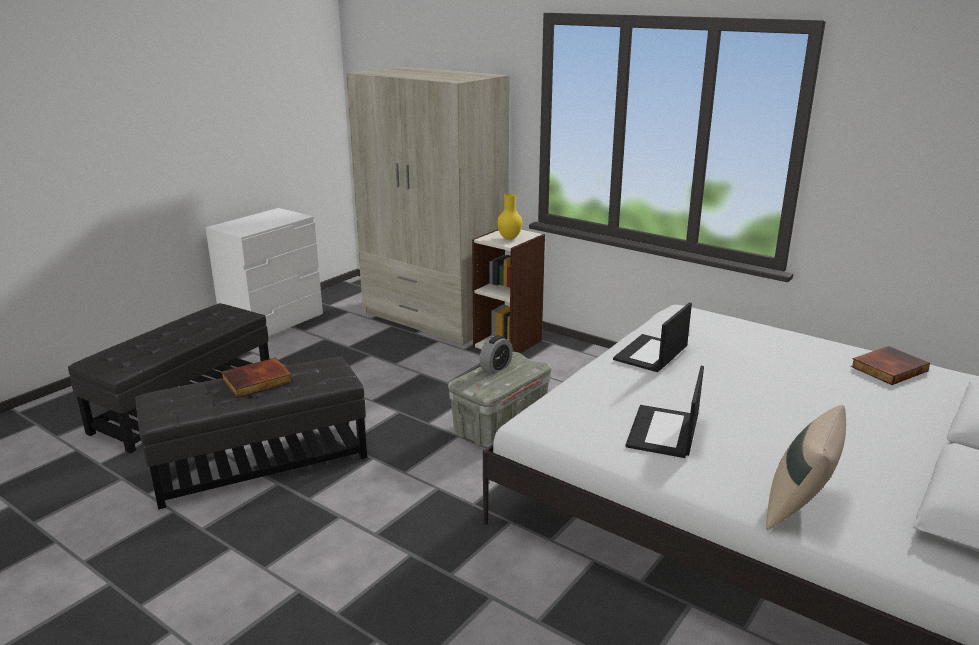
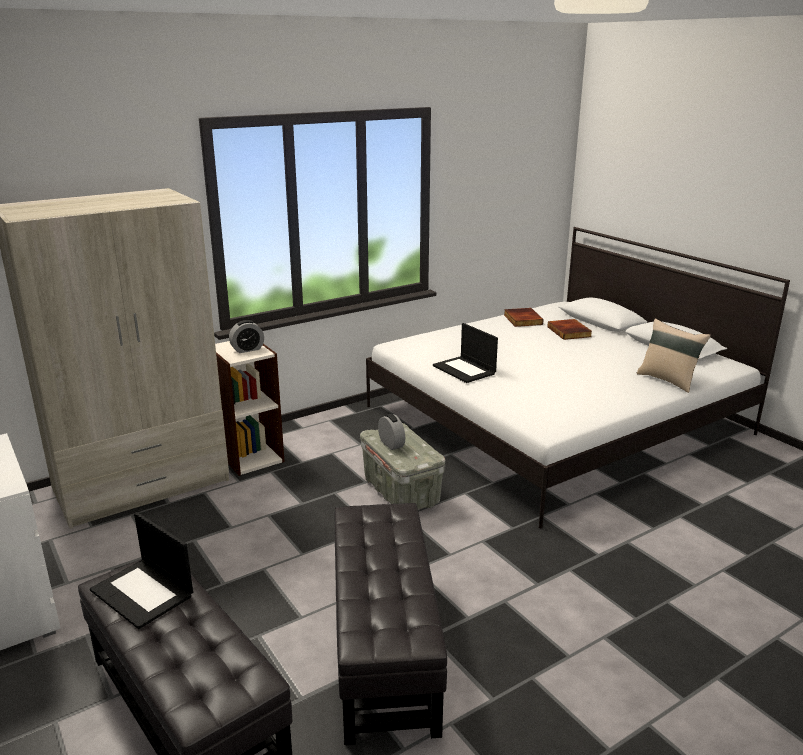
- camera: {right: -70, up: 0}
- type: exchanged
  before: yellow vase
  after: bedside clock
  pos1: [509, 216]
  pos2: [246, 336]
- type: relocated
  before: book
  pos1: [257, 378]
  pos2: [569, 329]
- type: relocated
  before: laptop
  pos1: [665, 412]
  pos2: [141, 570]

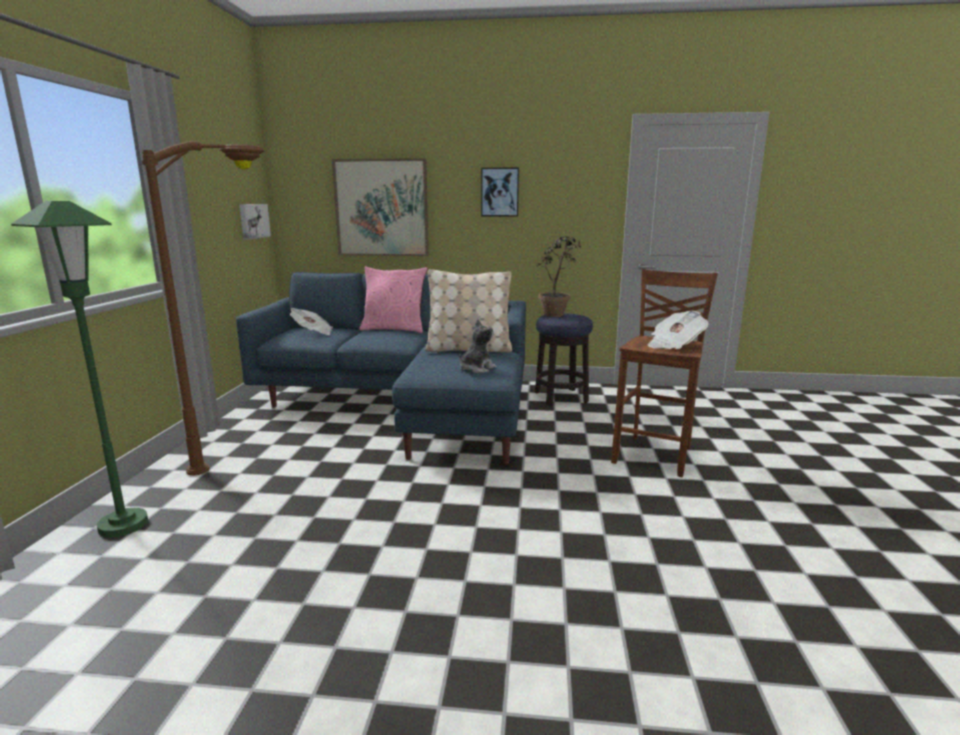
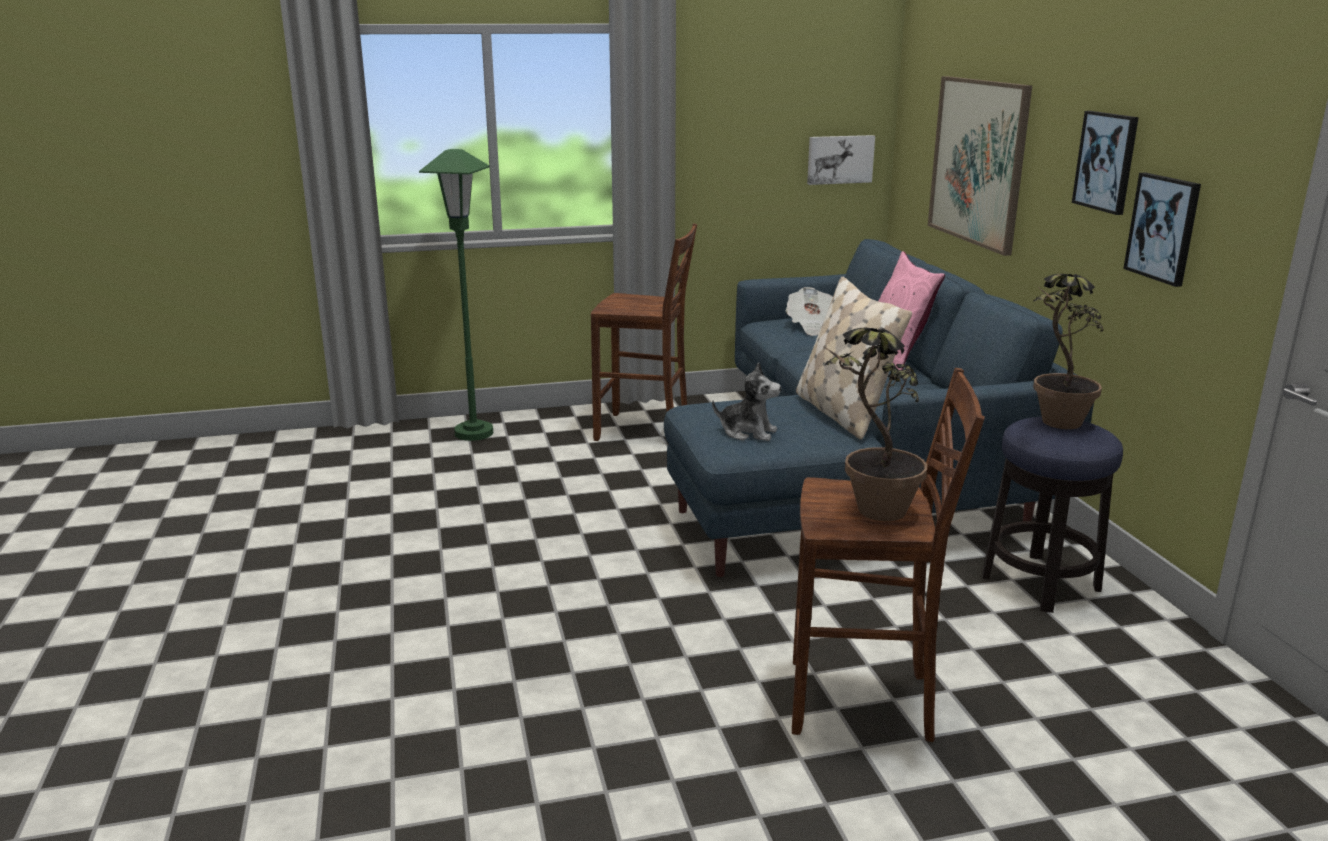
- camera: {right: 70, up: 5}
- type: exchanged
  before: brown standard lamp
  after: brown stool
  pos1: [203, 308]
  pos2: [644, 332]
- type: exchanged
  before: printed paper
  after: potted plant
  pos1: [678, 330]
  pos2: [874, 424]
- type: appeared
  after: picture
  pos2: [1162, 230]

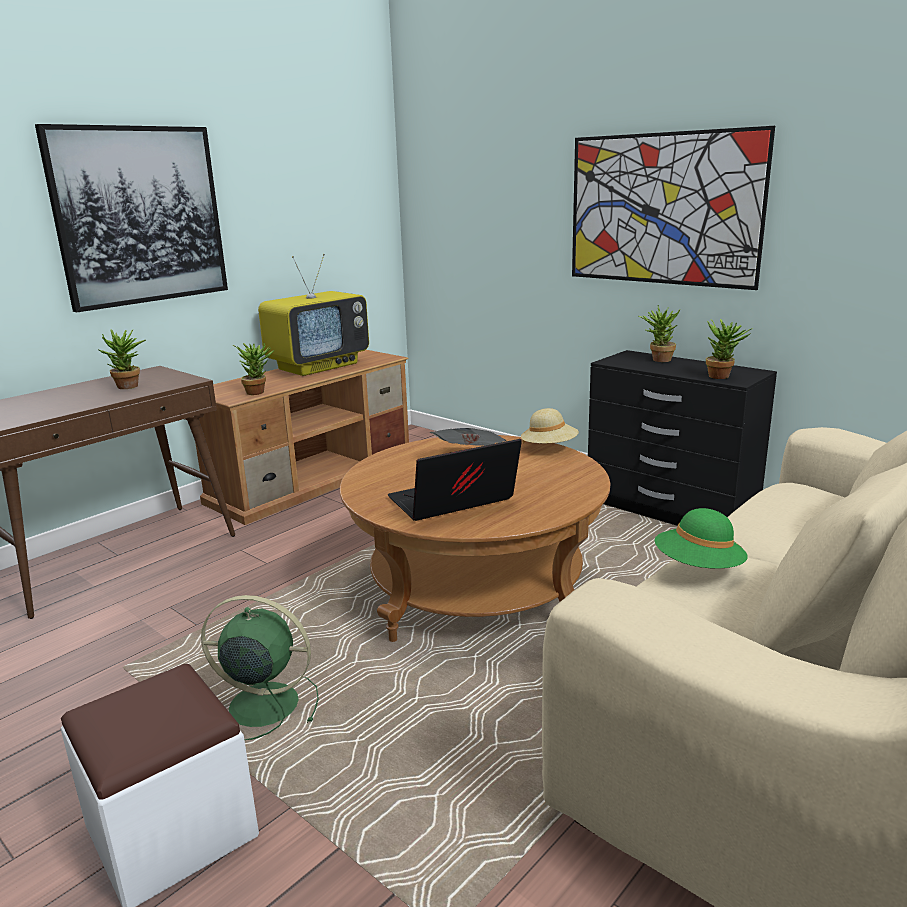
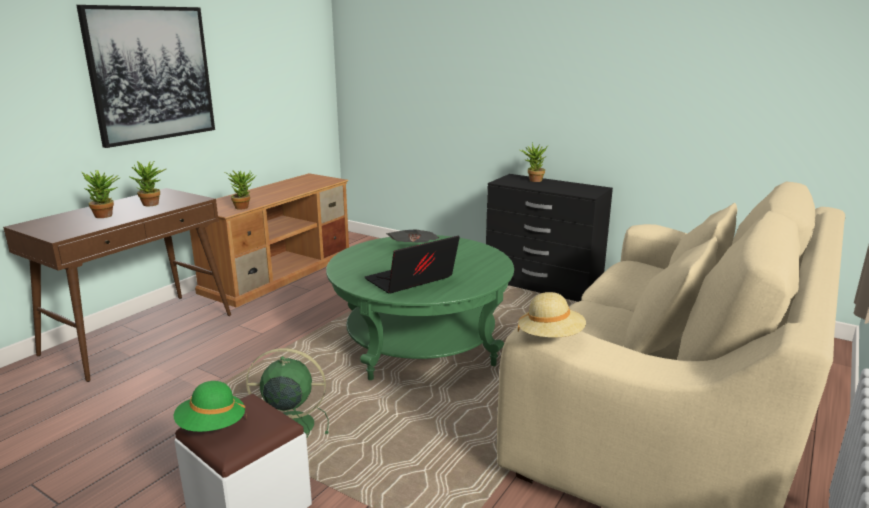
- camera: {right: -10, up: 0}
- type: missing
  before: picture
  pos1: [673, 208]
- type: missing
  before: TV set
  pos1: [313, 315]
- type: relocated
  before: potted plant
  pos1: [729, 349]
  pos2: [100, 194]
- type: relocated
  before: beige hat
  pos1: [550, 426]
  pos2: [552, 315]
- type: colour
  before: brown low table
  after: green low table
  pos1: [475, 538]
  pos2: [420, 307]
- type: relocated
  before: green hat
  pos1: [700, 538]
  pos2: [210, 406]

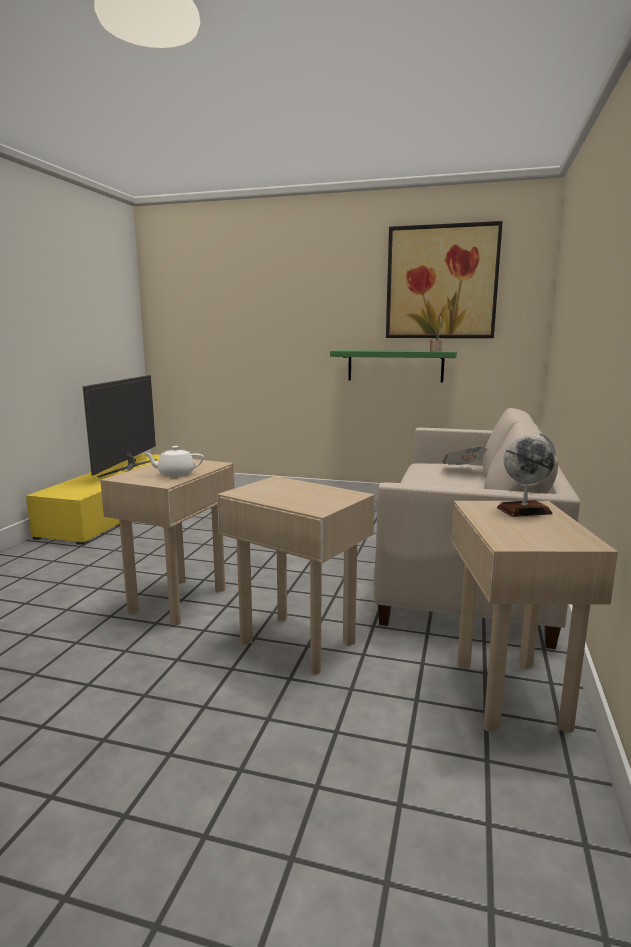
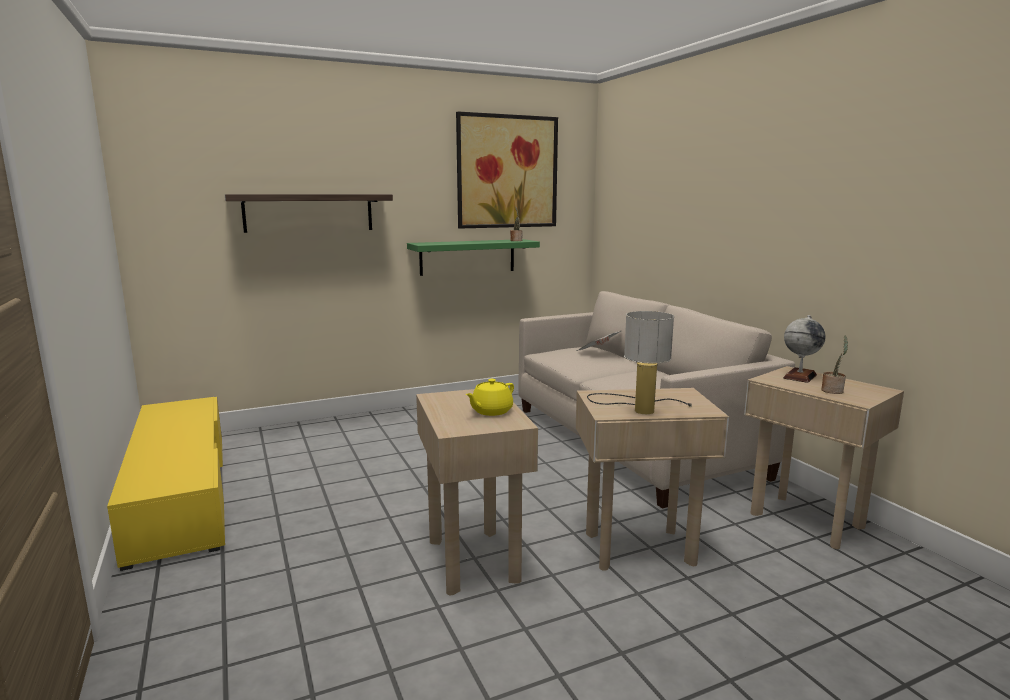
- camera: {right: -40, up: 0}
- type: missing
  before: TV set
  pos1: [120, 426]
- type: colour
  before: white-coloured teapot
  after: yellow teapot
  pos1: [174, 461]
  pos2: [489, 397]
- type: appeared
  after: bracket shelf
  pos2: [309, 213]
- type: appeared
  after: lamp for a table
  pos2: [639, 362]
- type: appeared
  after: potted plant
  pos2: [834, 365]

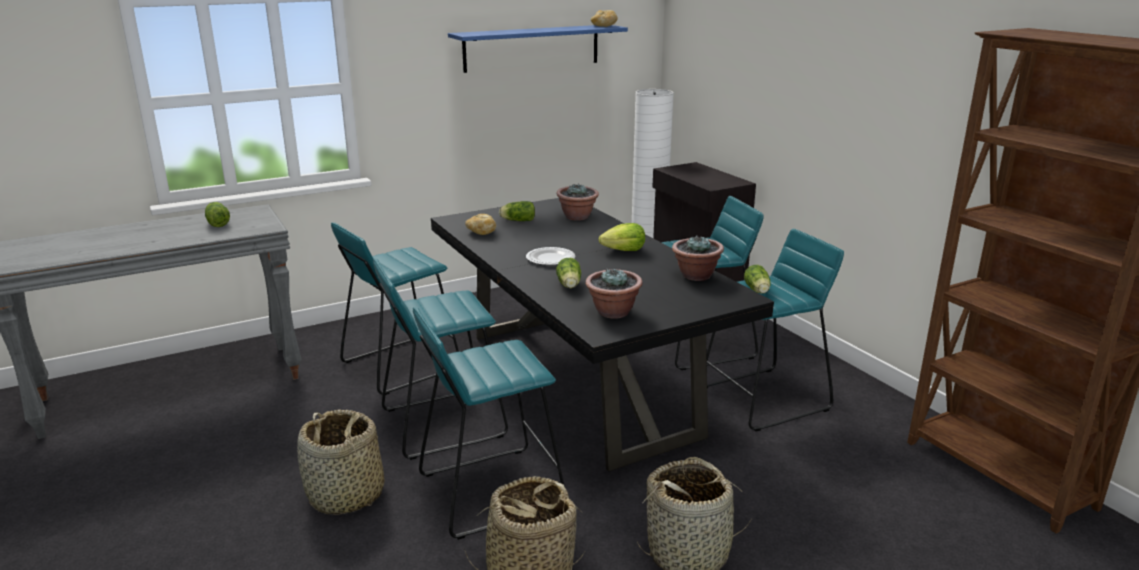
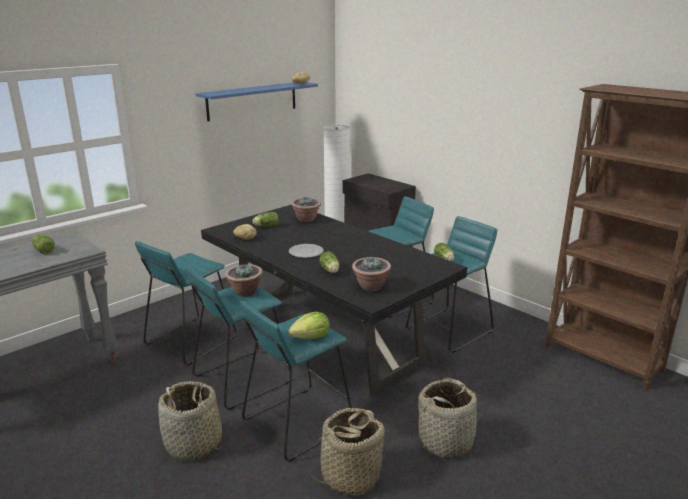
- camera: {right: -15, up: 0}
- type: relocated
  before: lettuce head
  pos1: [622, 237]
  pos2: [309, 325]
- type: relocated
  before: potted plant
  pos1: [698, 258]
  pos2: [244, 280]

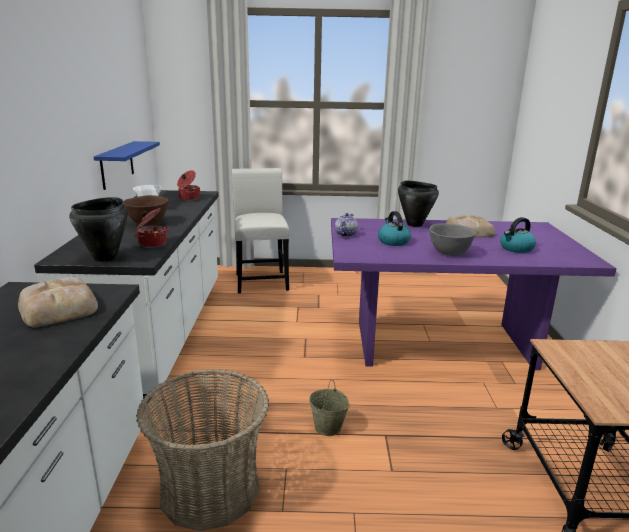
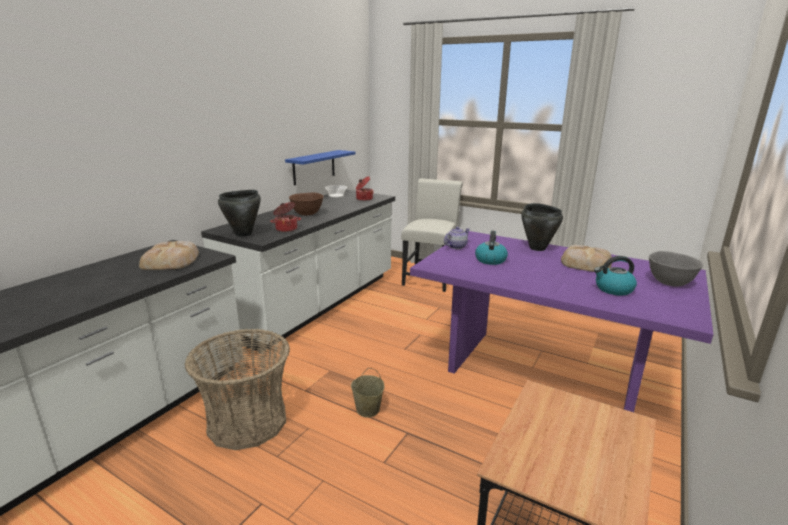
- camera: {right: 30, up: 0}
- type: relocated
  before: grey serving bowl
  pos1: [452, 240]
  pos2: [676, 269]

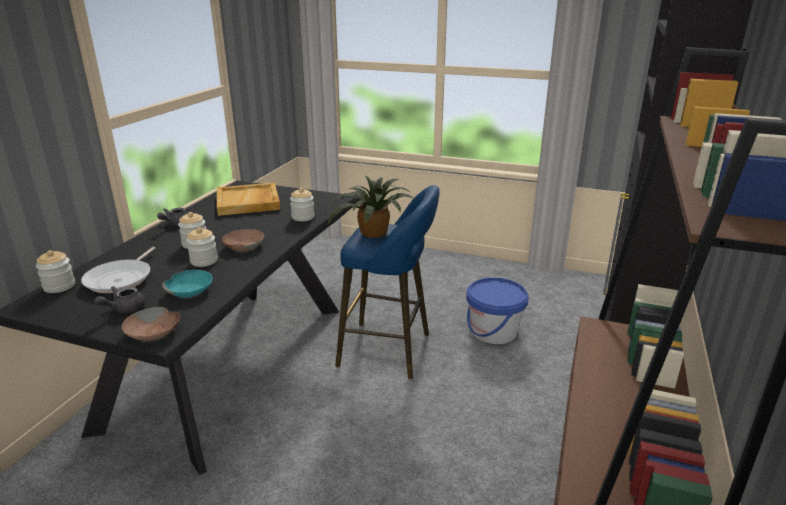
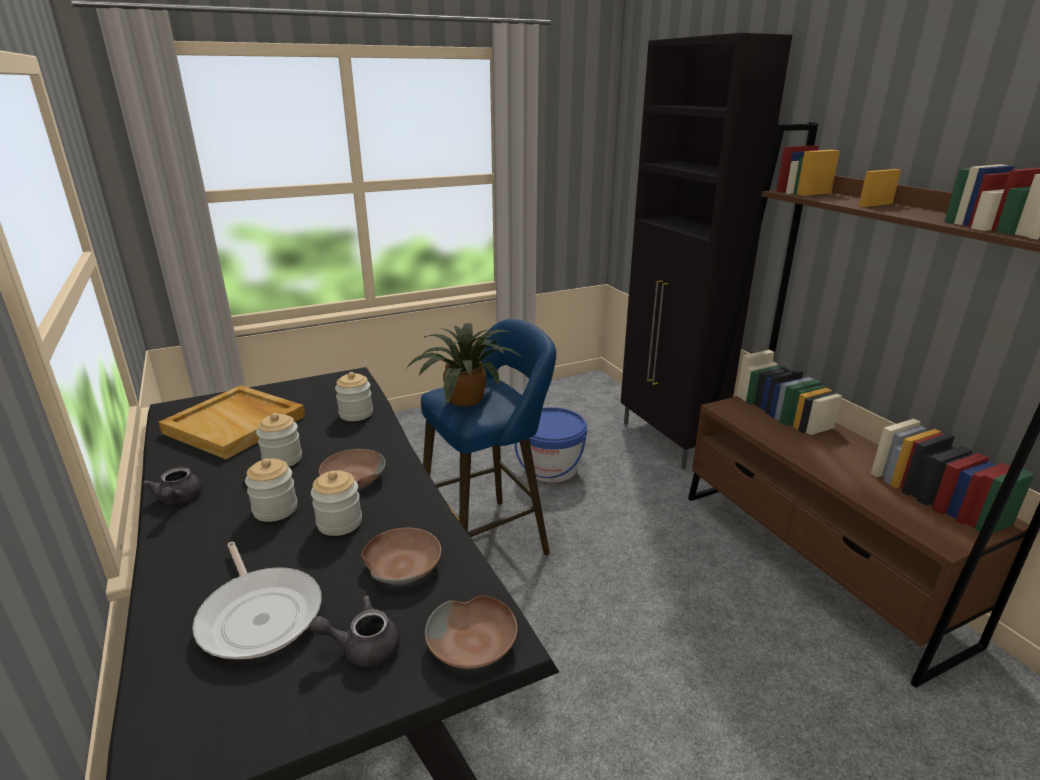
- camera: {right: -45, up: 0}
- type: relocated
  before: storage jar
  pos1: [55, 271]
  pos2: [279, 440]
- type: colour
  before: blue-green serving bowl
  after: brown serving bowl
  pos1: [187, 283]
  pos2: [401, 556]
- type: spun
  before: grey teapot
  pos1: [120, 299]
  pos2: [354, 631]
  turn: 90

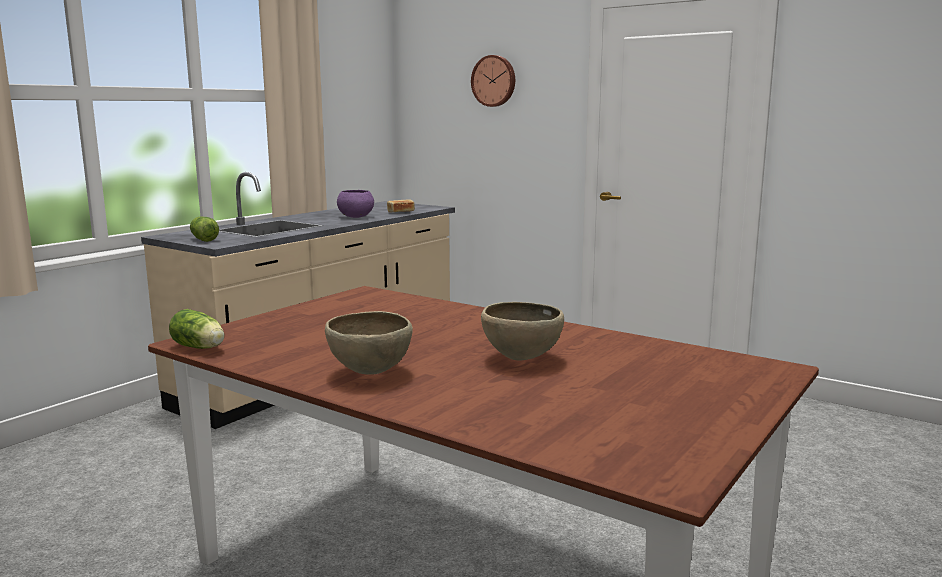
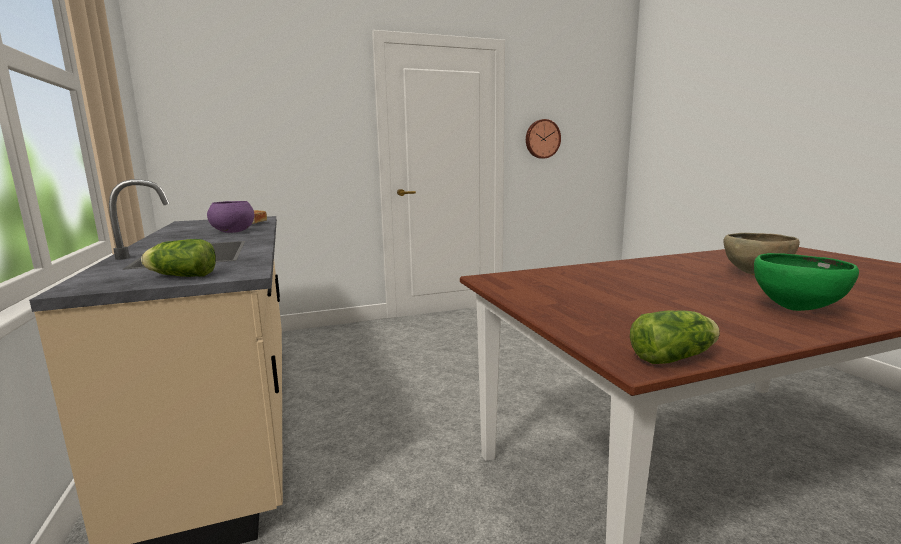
- camera: {right: -55, up: 0}
- type: relocated
  before: wall clock
  pos1: [493, 81]
  pos2: [543, 139]
- type: colour
  before: brown serving bowl
  after: green serving bowl
  pos1: [369, 343]
  pos2: [806, 282]

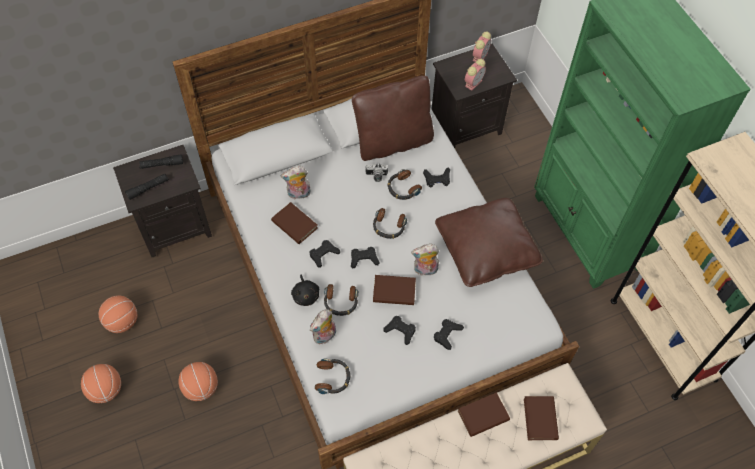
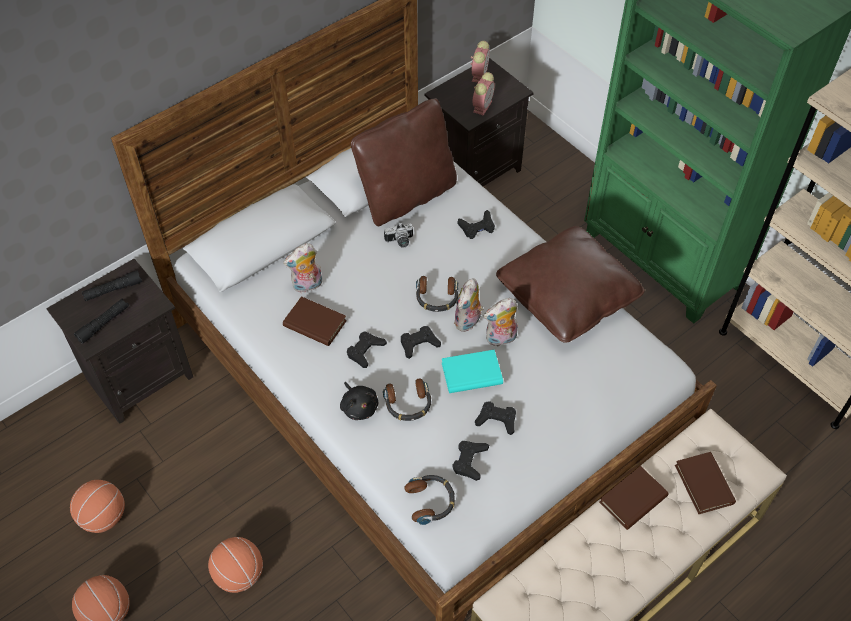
- camera: {right: -15, up: -5}
- type: missing
  before: headphones
  pos1: [405, 184]
- type: colour
  before: brown book
  after: blue-green book
  pos1: [394, 290]
  pos2: [472, 371]
- type: relocated
  before: plush toy
  pos1: [323, 326]
  pos2: [470, 305]
- type: relocated
  before: black joypad
  pos1: [449, 334]
  pos2: [470, 461]

